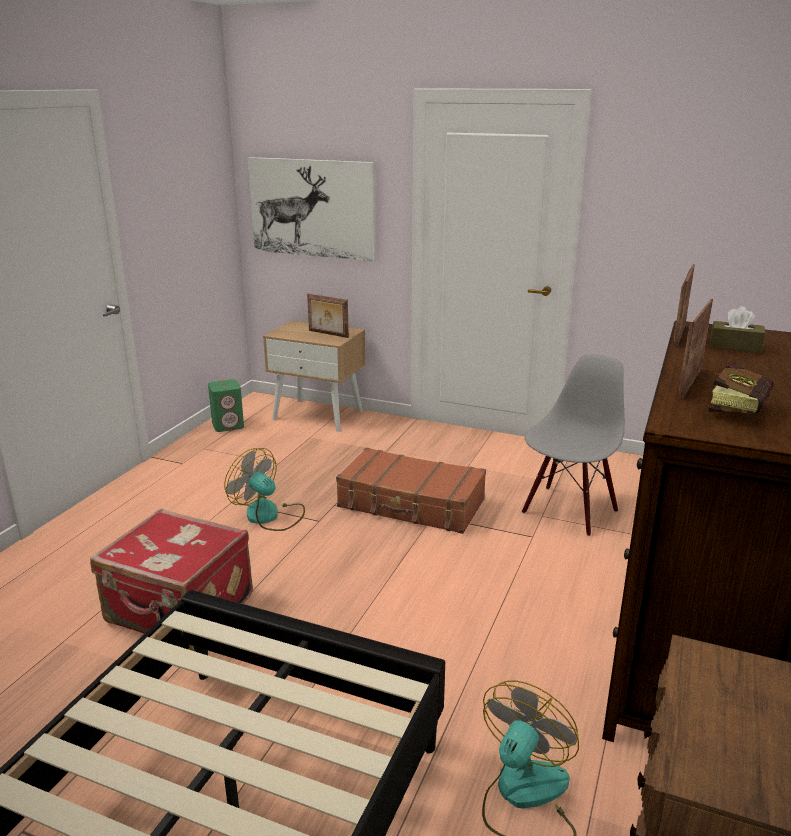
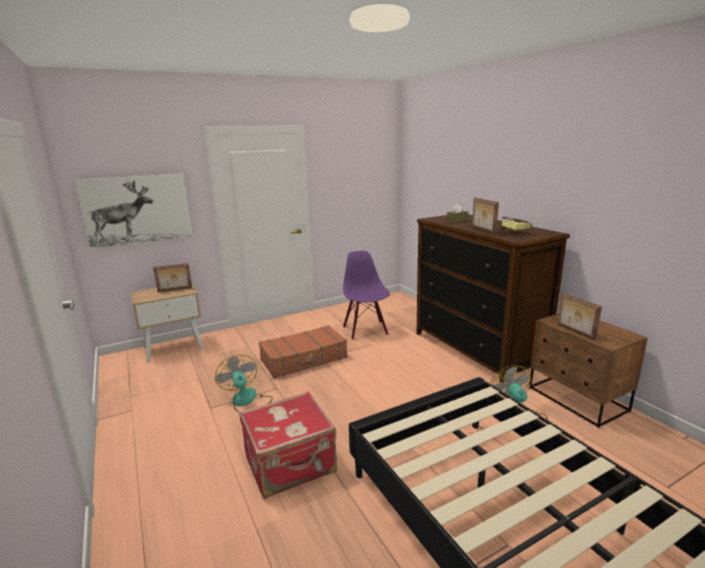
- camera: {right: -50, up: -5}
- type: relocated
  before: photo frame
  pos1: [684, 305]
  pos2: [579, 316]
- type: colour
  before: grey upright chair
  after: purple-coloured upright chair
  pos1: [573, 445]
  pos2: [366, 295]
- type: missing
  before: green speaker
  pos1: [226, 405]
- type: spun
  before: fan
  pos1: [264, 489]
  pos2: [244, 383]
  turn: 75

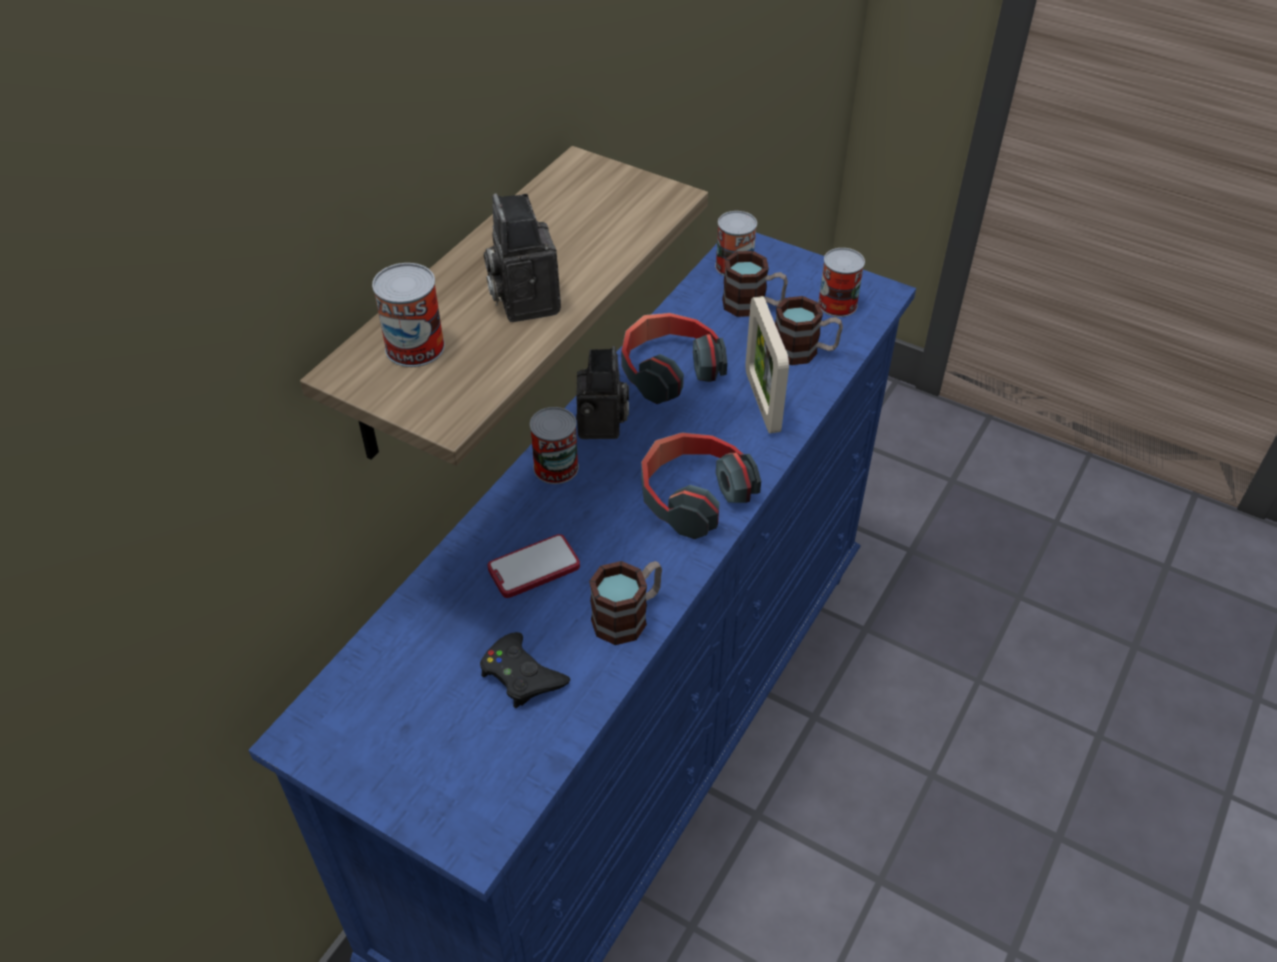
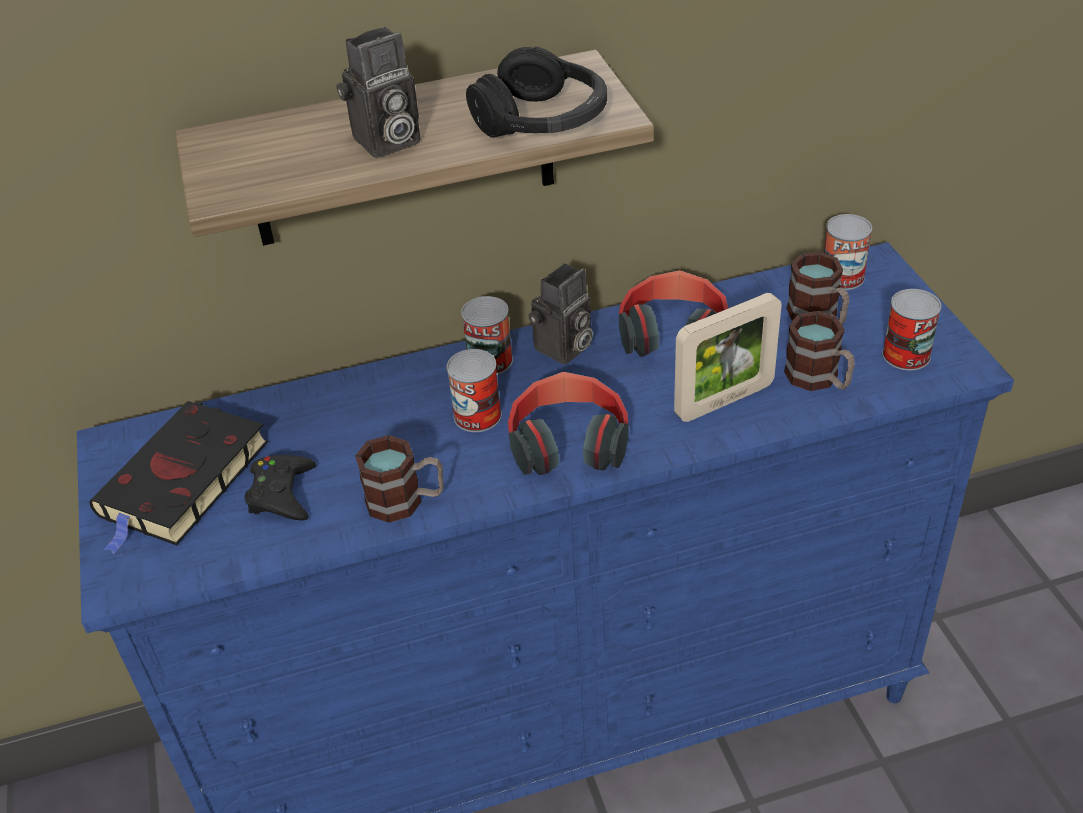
- camera: {right: 45, up: -5}
- type: spun
  before: still camera
  pos1: [522, 257]
  pos2: [378, 92]
  turn: -150
- type: relocated
  before: sealed can
  pos1: [408, 315]
  pos2: [474, 390]
- type: spun
  before: photo frame
  pos1: [767, 364]
  pos2: [727, 357]
  turn: -150
- type: missing
  before: handset
  pos1: [534, 566]
- type: appeared
  after: black headphones
  pos2: [536, 92]
- type: appeared
  after: black book
  pos2: [178, 478]

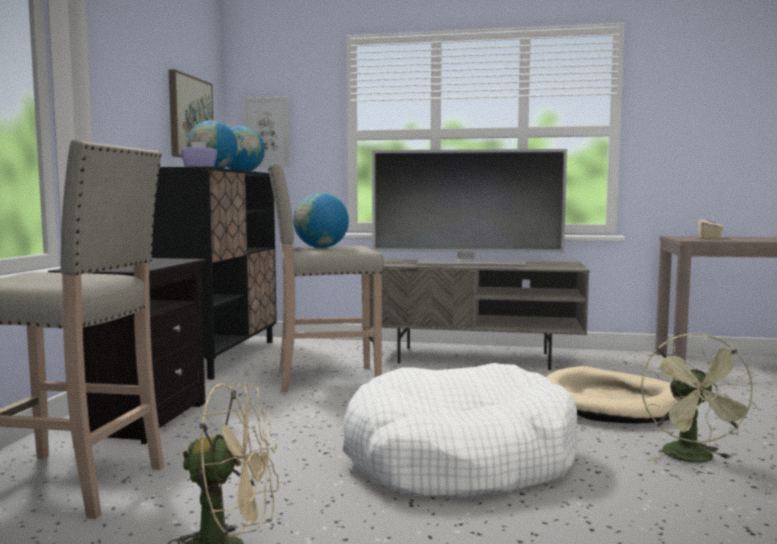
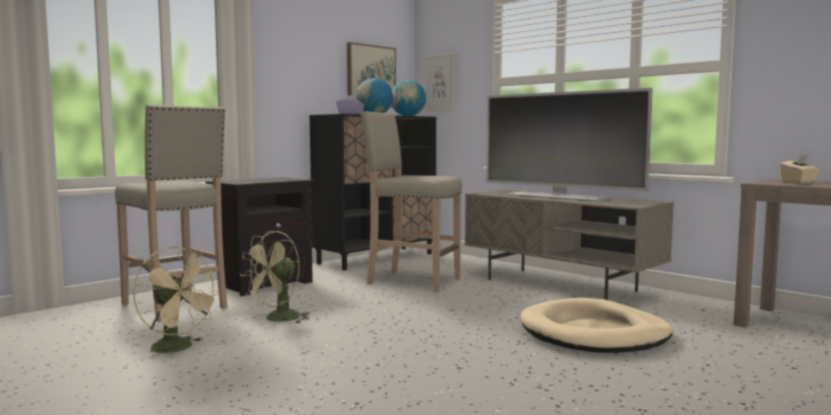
- camera: {right: 35, up: 0}
- type: missing
  before: globe
  pos1: [321, 220]
- type: relocated
  before: green fan
  pos1: [700, 398]
  pos2: [275, 277]
- type: missing
  before: white-coloured pet bed
  pos1: [460, 431]

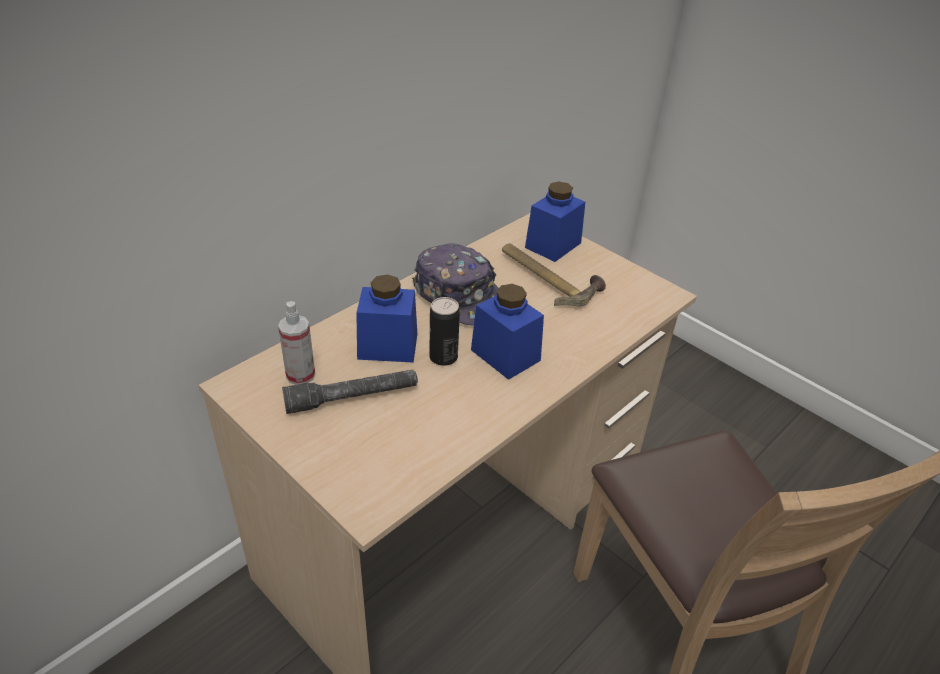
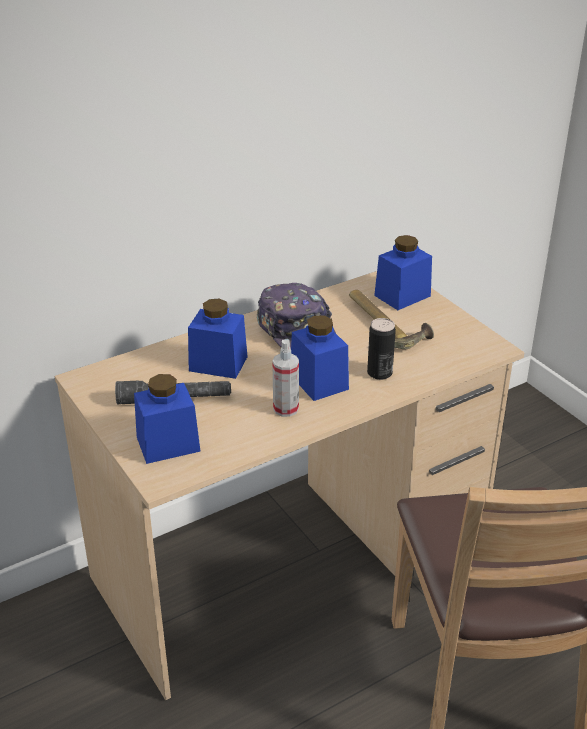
- camera: {right: 15, up: -5}
- type: relocated
  before: sealed can
  pos1: [444, 331]
  pos2: [381, 349]
- type: relocated
  before: hand sprayer
  pos1: [296, 343]
  pos2: [285, 378]
- type: appeared
  after: blue storage jar
  pos2: [167, 419]

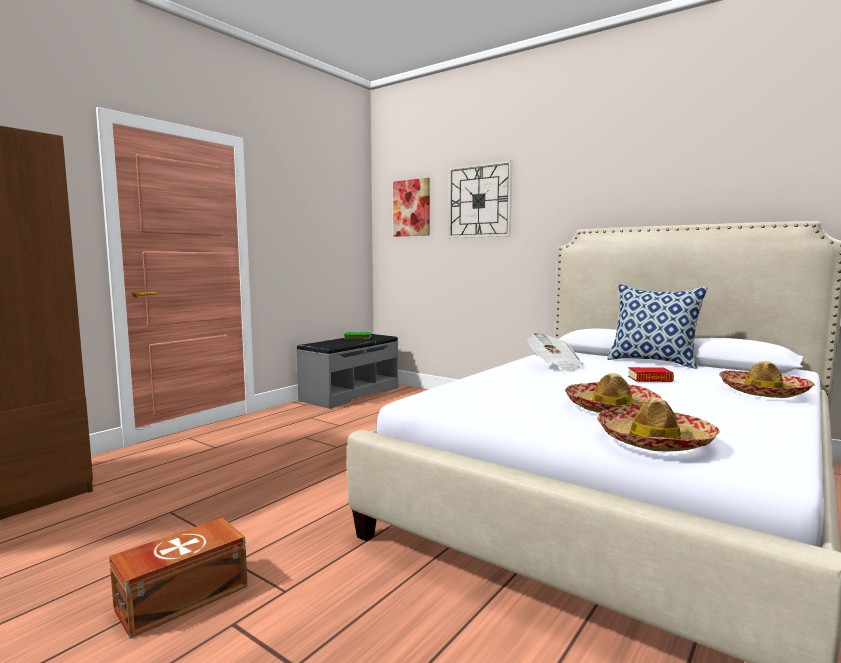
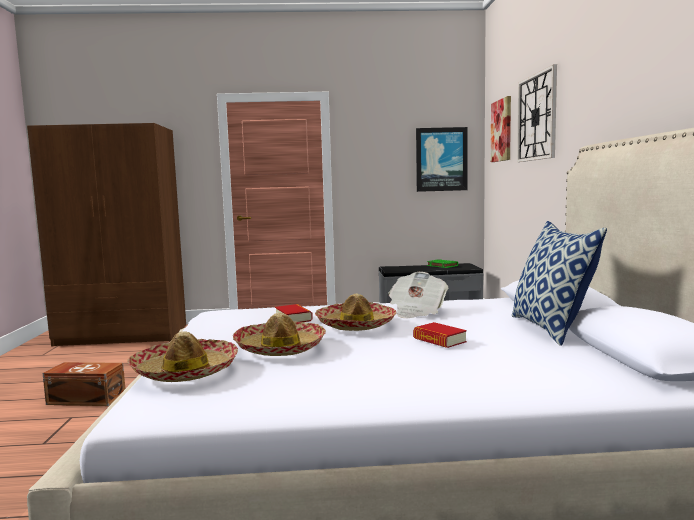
- camera: {right: 50, up: 0}
- type: relocated
  before: hat
  pos1: [767, 379]
  pos2: [356, 312]
- type: appeared
  after: picture
  pos2: [442, 159]
- type: appeared
  after: book
  pos2: [294, 313]

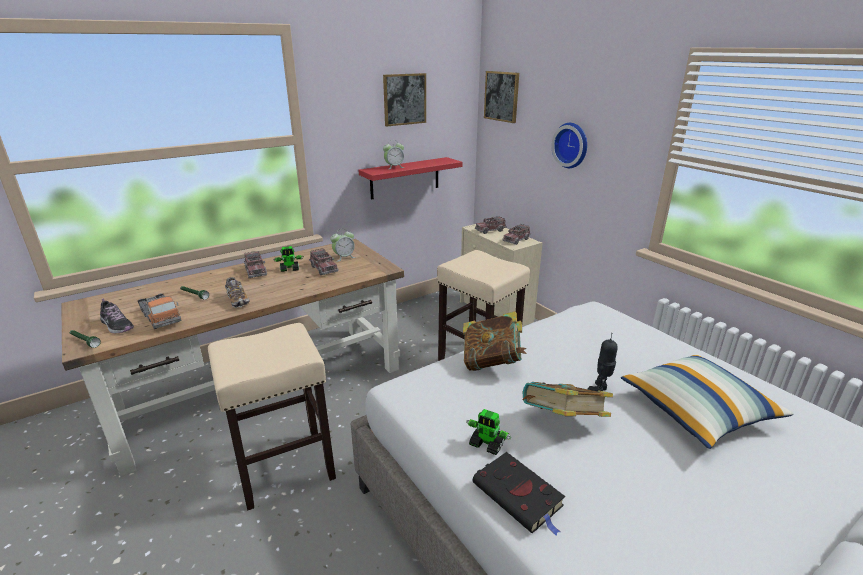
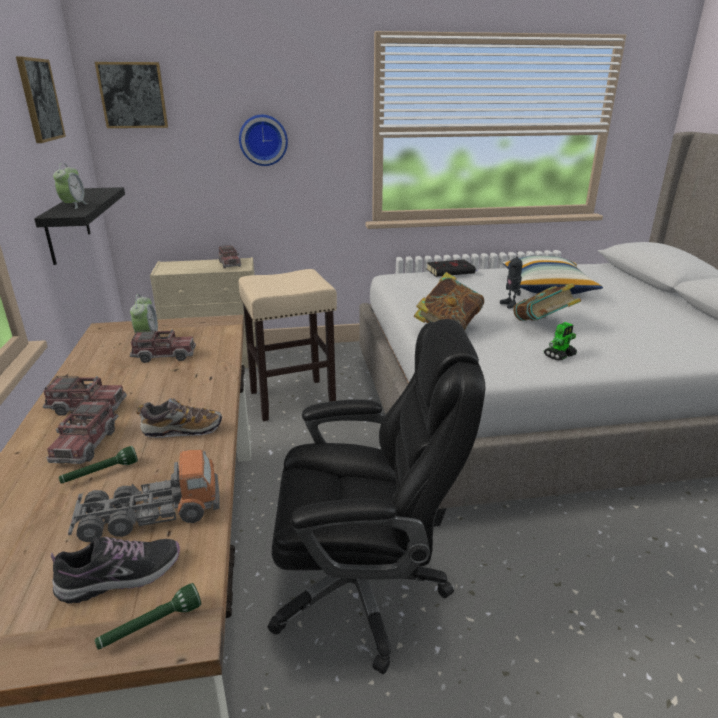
- camera: {right: -65, up: 0}
- type: colour
  before: red-coloured bracket shelf
  after: black bracket shelf
  pos1: [411, 178]
  pos2: [79, 226]
- type: relocated
  before: model truck
  pos1: [491, 225]
  pos2: [83, 431]
- type: missing
  before: toy robot
  pos1: [288, 259]
- type: exchanged
  before: beige stool
  after: black office chair
  pos1: [272, 417]
  pos2: [376, 496]
- type: relocated
  before: black book
  pos1: [519, 494]
  pos2: [453, 268]

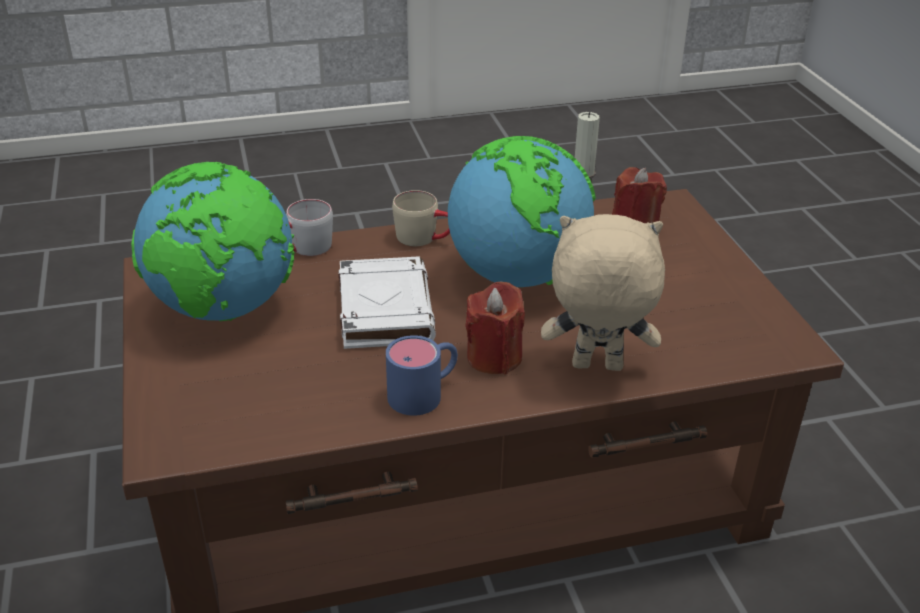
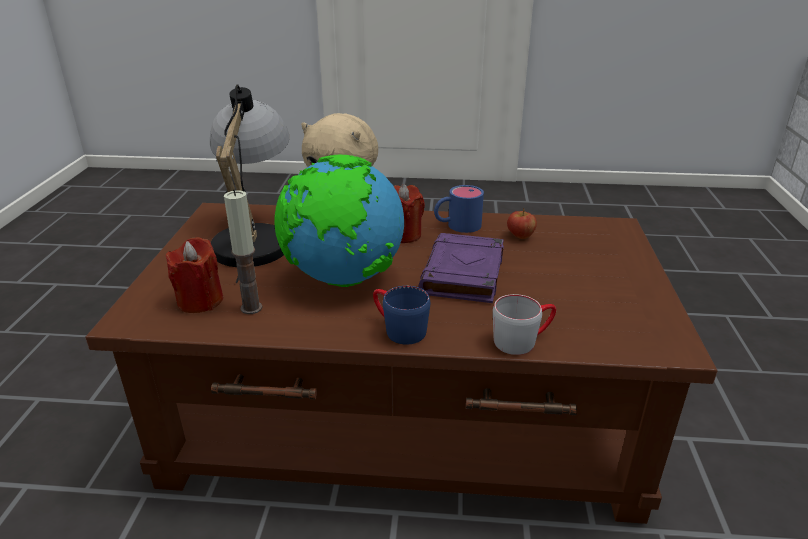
- camera: {right: -160, up: -5}
- type: missing
  before: globe
  pos1: [213, 241]
- type: colour
  before: beige mug
  after: blue mug
  pos1: [421, 218]
  pos2: [401, 315]
- type: colour
  before: white-coloured book
  after: purple-coloured book
  pos1: [387, 303]
  pos2: [461, 268]
- type: appeared
  after: lamp for a table
  pos2: [249, 183]
- type: appeared
  after: whole apple
  pos2: [522, 223]

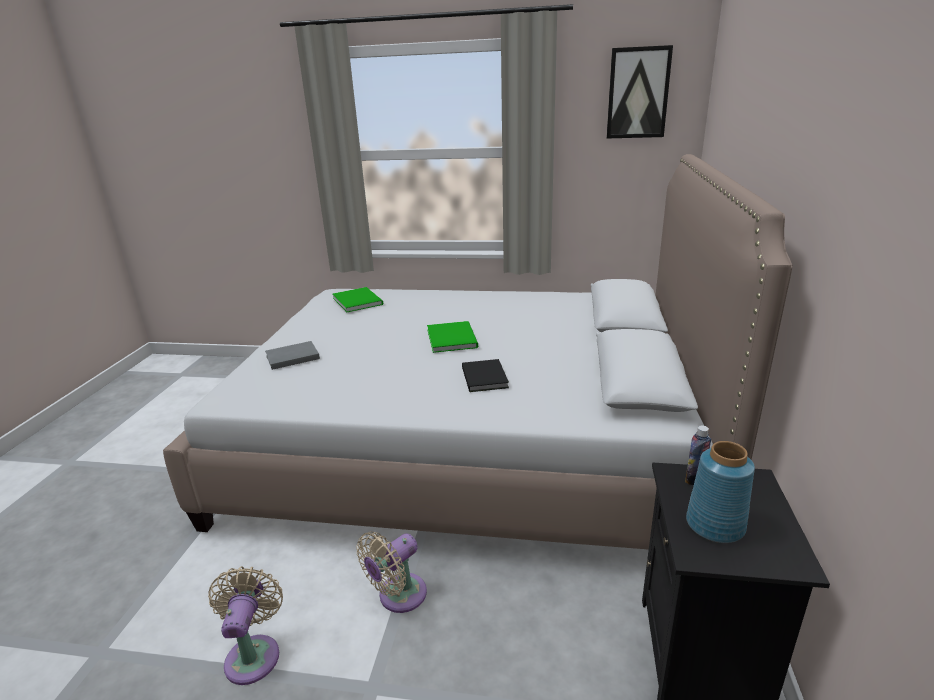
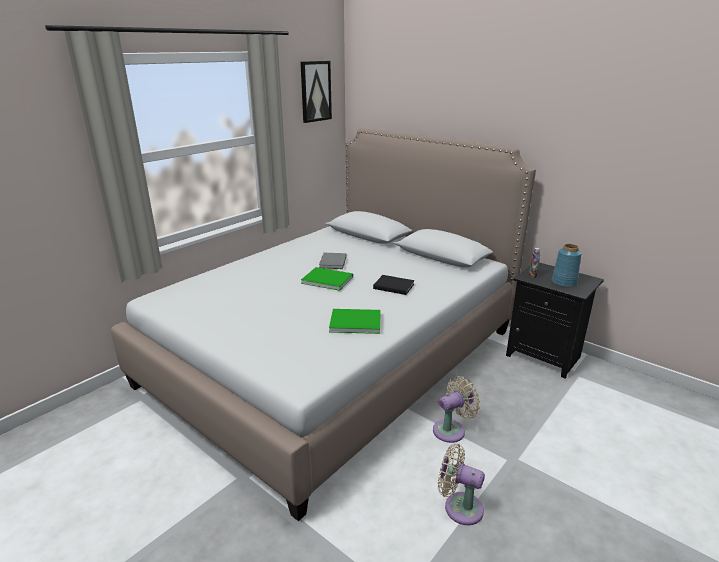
- camera: {right: -60, up: 0}
- type: relocated
  before: green book
  pos1: [358, 299]
  pos2: [355, 321]
- type: relocated
  before: grey book
  pos1: [292, 355]
  pos2: [333, 261]
- type: spun
  before: beige fan
  pos1: [391, 572]
  pos2: [456, 409]
  turn: -105

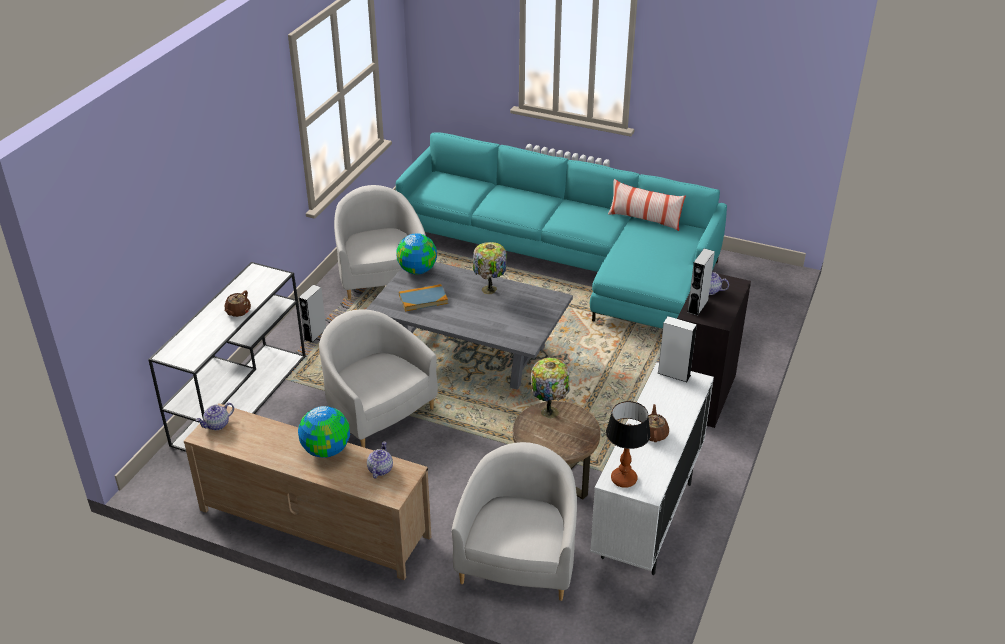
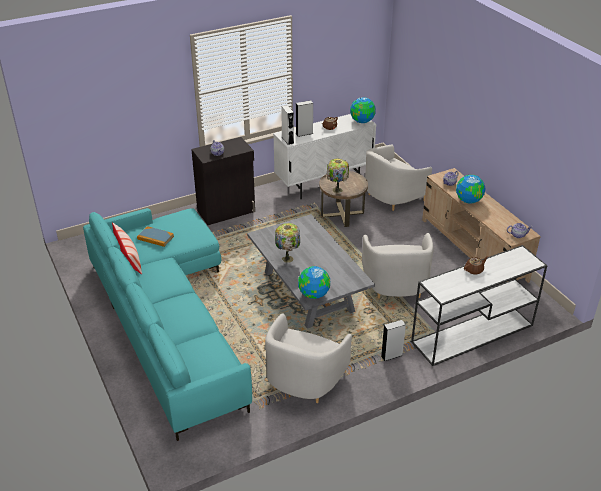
- camera: {right: -140, up: 0}
- type: relocated
  before: grey speaker
  pos1: [701, 282]
  pos2: [304, 118]
- type: relocated
  before: book
  pos1: [423, 297]
  pos2: [155, 236]
- type: exchanged
  before: lamp for a table
  after: globe
  pos1: [628, 444]
  pos2: [363, 110]

